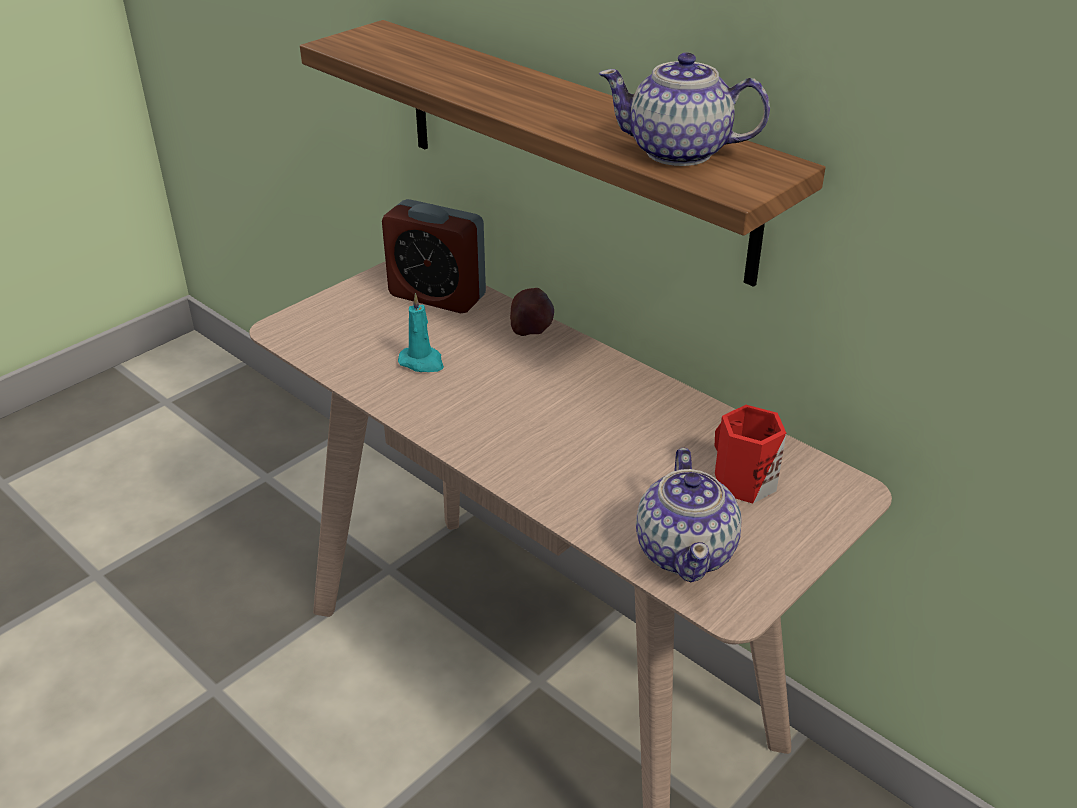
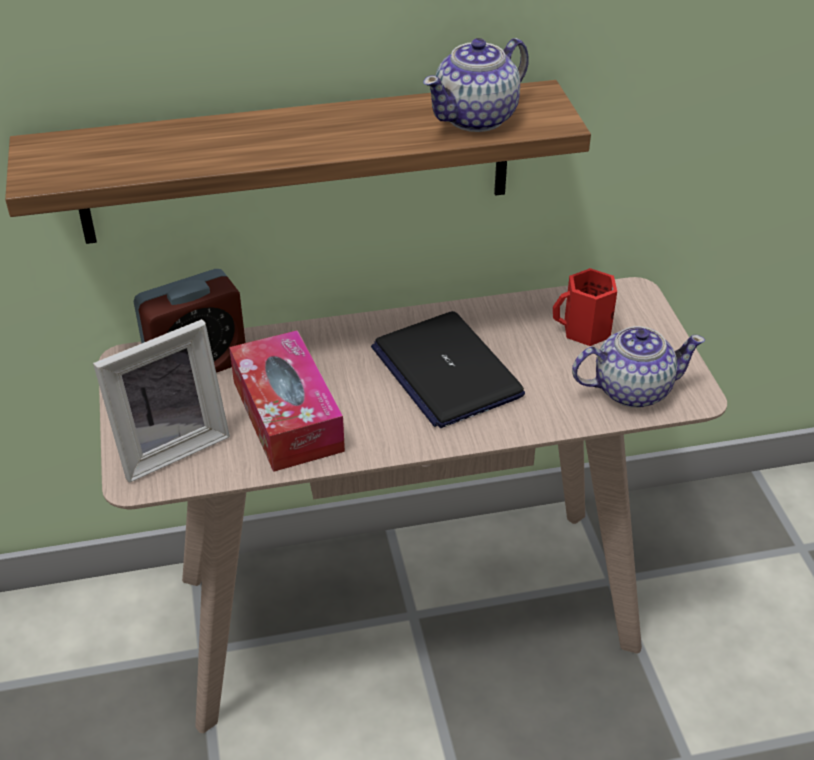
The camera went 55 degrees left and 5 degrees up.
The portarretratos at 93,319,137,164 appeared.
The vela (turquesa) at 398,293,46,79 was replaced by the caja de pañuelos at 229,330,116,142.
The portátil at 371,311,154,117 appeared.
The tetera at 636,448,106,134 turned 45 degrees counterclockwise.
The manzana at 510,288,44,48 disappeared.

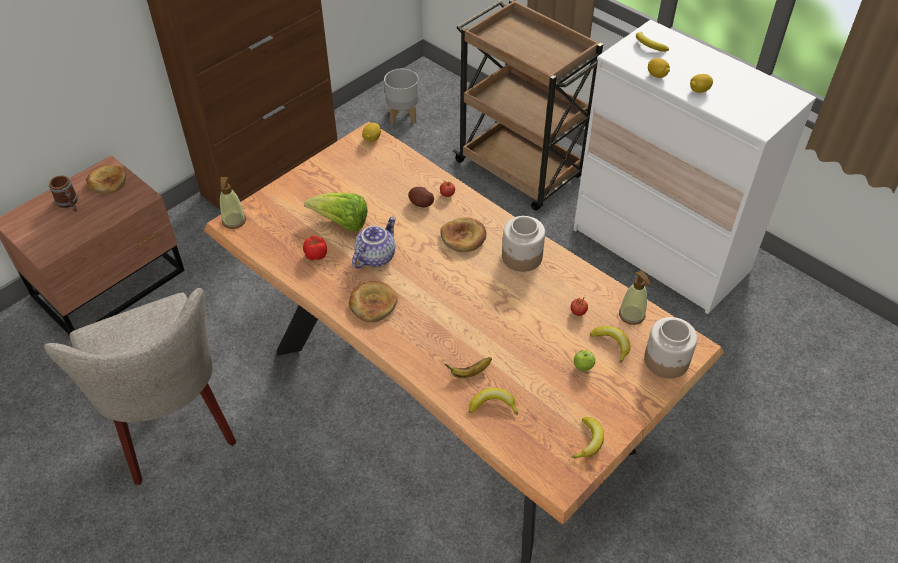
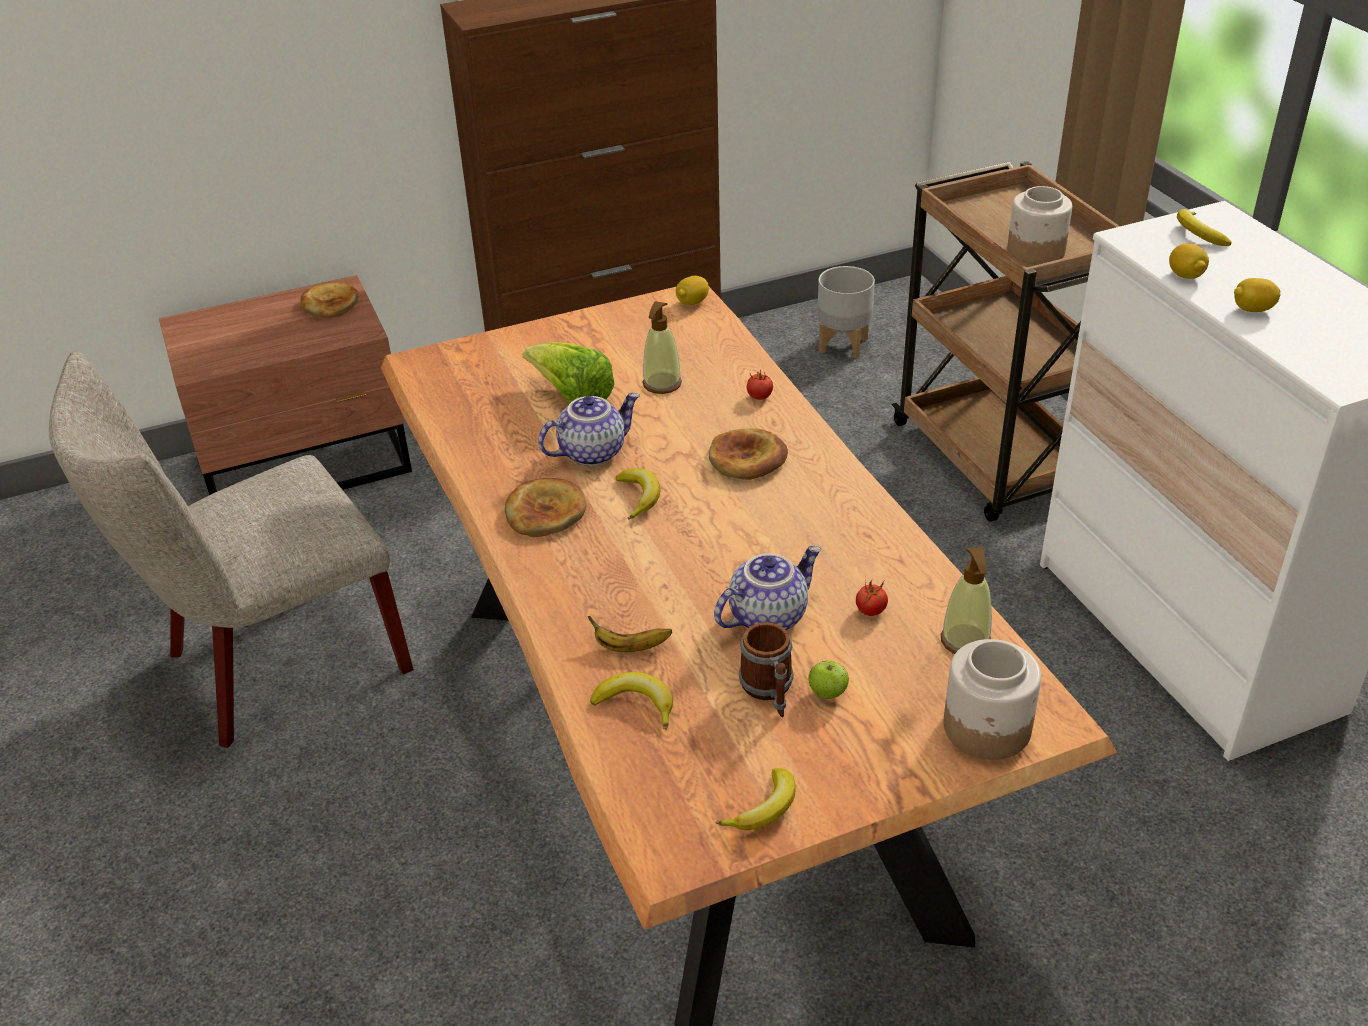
The camera went 25 degrees right and 10 degrees down.
The silla (beis) at 44,288,192,197 turned 60 degrees clockwise.
The plátano moved from 590,326,41,37 to 615,468,45,52.
The dispensador de jabón moved from 220,177,26,52 to 642,301,40,93.
The tetera at 714,546,107,84 appeared.
The taza grande moved from 49,175,29,37 to 739,622,55,95.
The tarro moved from 502,216,43,56 to 1007,186,65,79.
The tomate at 303,235,24,25 disappeared.
The patata at 408,187,26,20 disappeared.

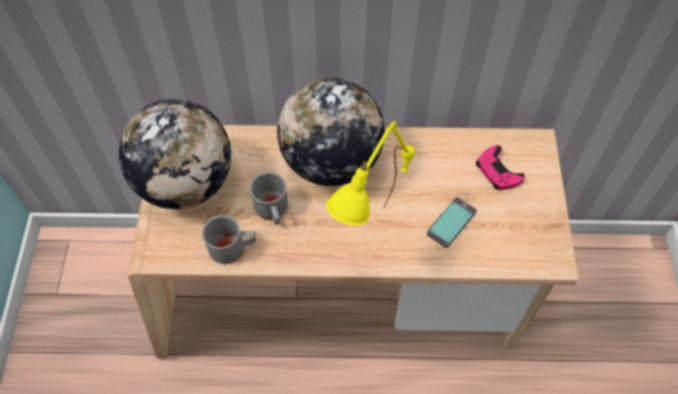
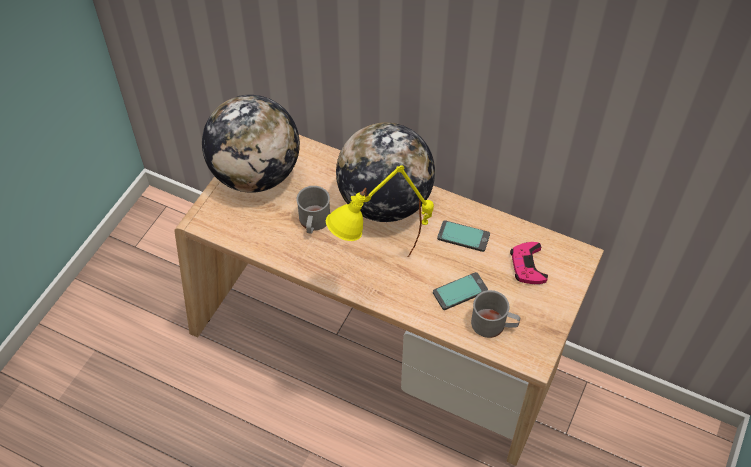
The camera went 25 degrees right and 5 degrees down.
The móvil at 437,220,53,32 appeared.
The taza grande (gris) moved from 202,215,54,49 to 471,290,49,48.

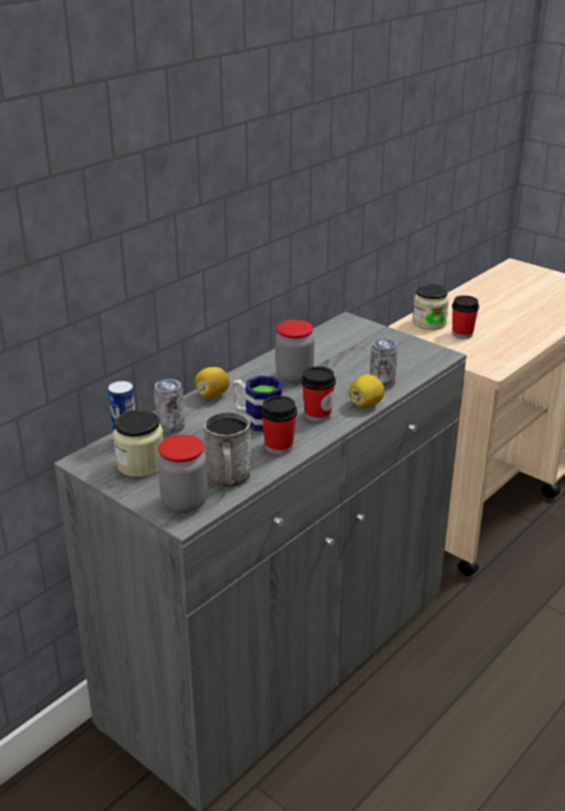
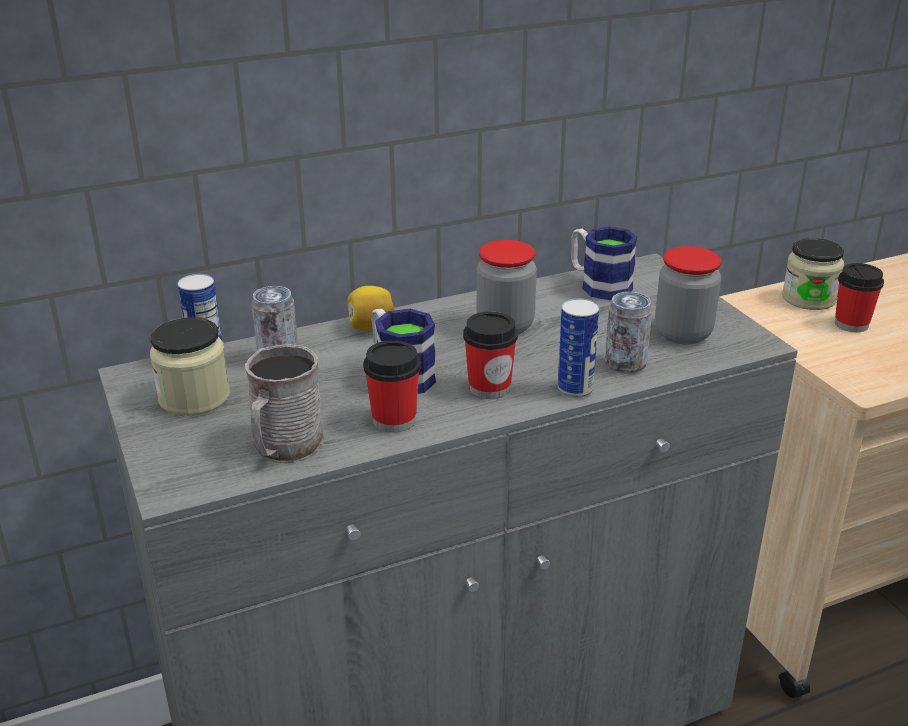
The camera went 25 degrees right and 0 degrees up.
The limón at 349,374,36,34 was replaced by the lata at 557,298,42,100.
The taza grande at 571,226,67,75 appeared.
The tarro moved from 158,435,50,78 to 655,246,66,99.

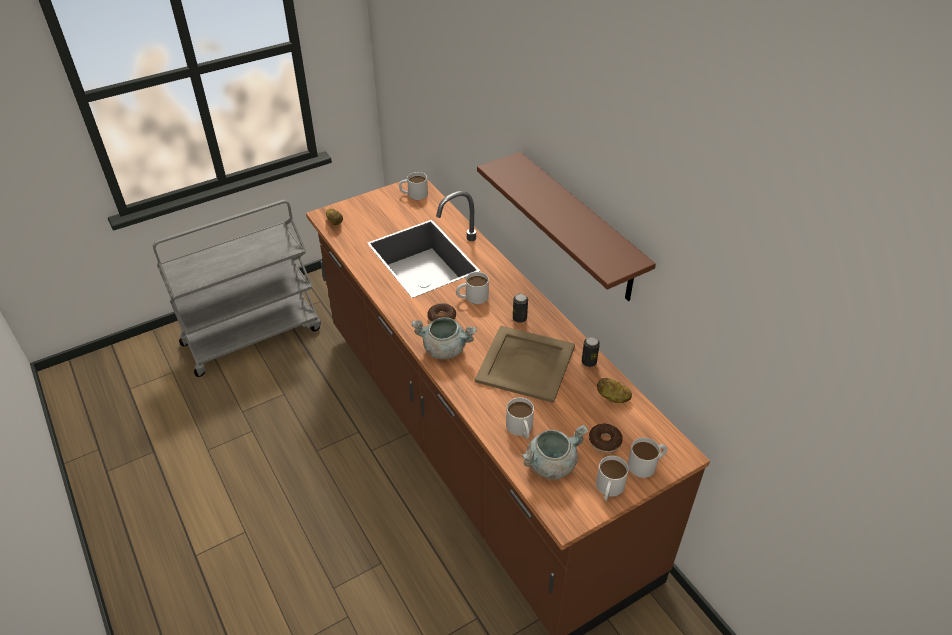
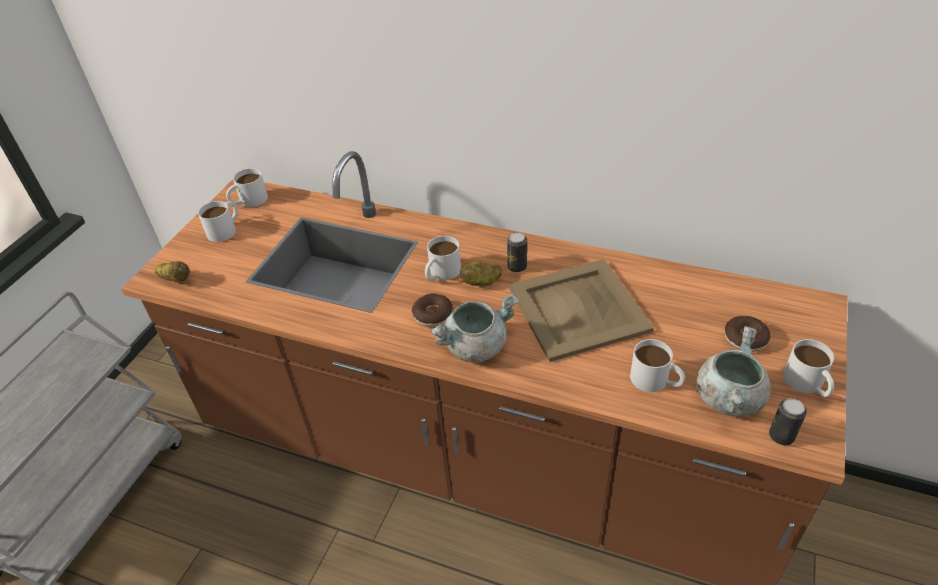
The camera went 35 degrees left and 0 degrees up.
The taza grande (blanco) moved from 628,438,40,40 to 198,201,40,41.
The patata moved from 597,378,35,25 to 460,261,42,25.
The lata moved from 582,337,18,30 to 769,398,38,47.
The estante (marrón) at 477,152,179,149 disappeared.

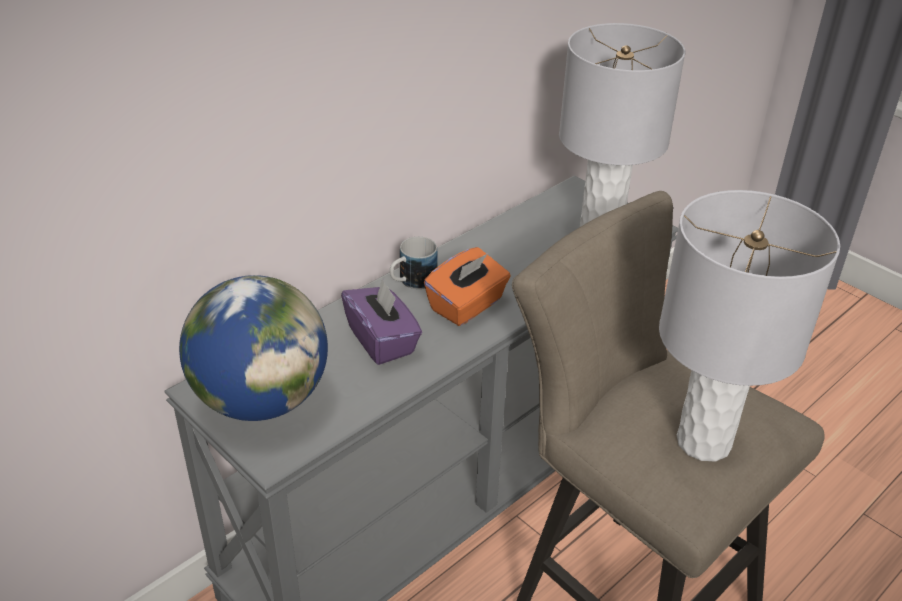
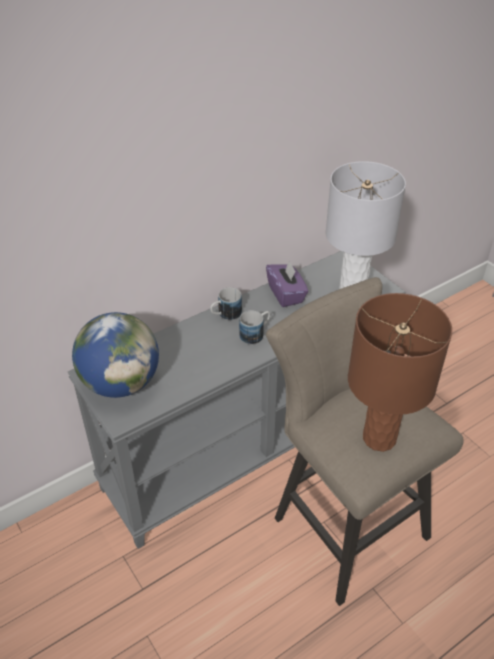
The camera went 10 degrees right and 5 degrees up.
The caja de pañuelos (naranja) at 424,247,87,79 was replaced by the taza grande at 239,310,31,35.
The caja de pañuelos (morado) moved from 341,278,81,87 to 266,260,42,47.
The lámpara de mesa (gris) at 659,190,181,272 became the lámpara de mesa (marrón) at 348,293,104,159.

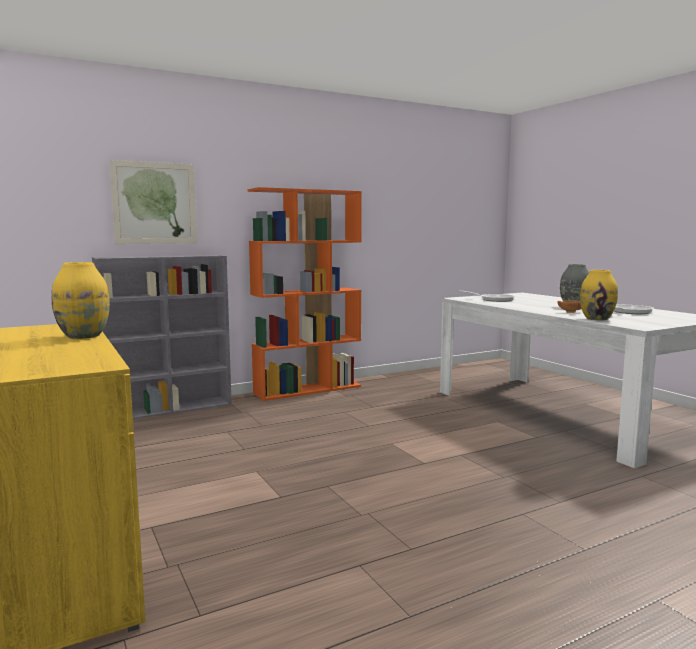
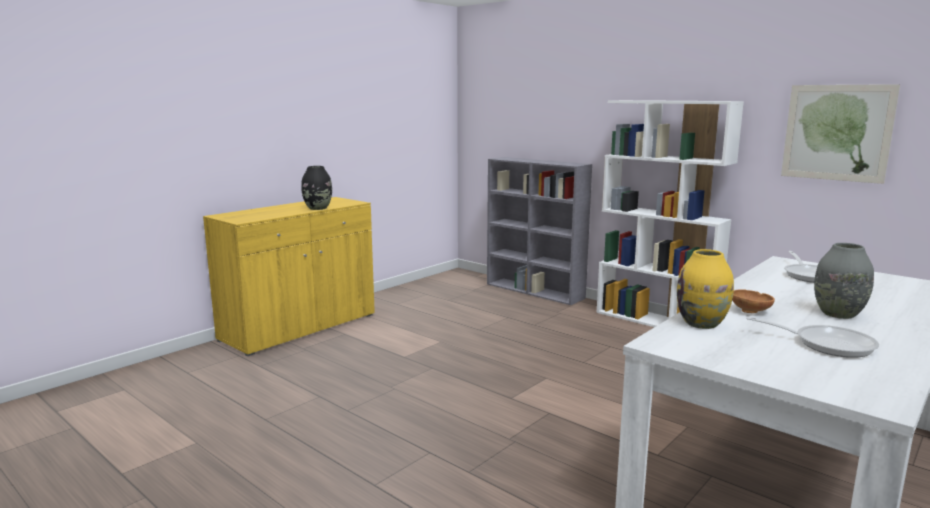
The camera went 70 degrees right and 5 degrees up.
The florero (amarillo) at 52,262,58,77 became the florero (negro) at 301,166,31,44.
The estantería (naranja) at 247,187,115,214 became the estantería (blanco) at 596,100,148,227.
The cuadro moved from 110,160,87,84 to 781,84,119,100.

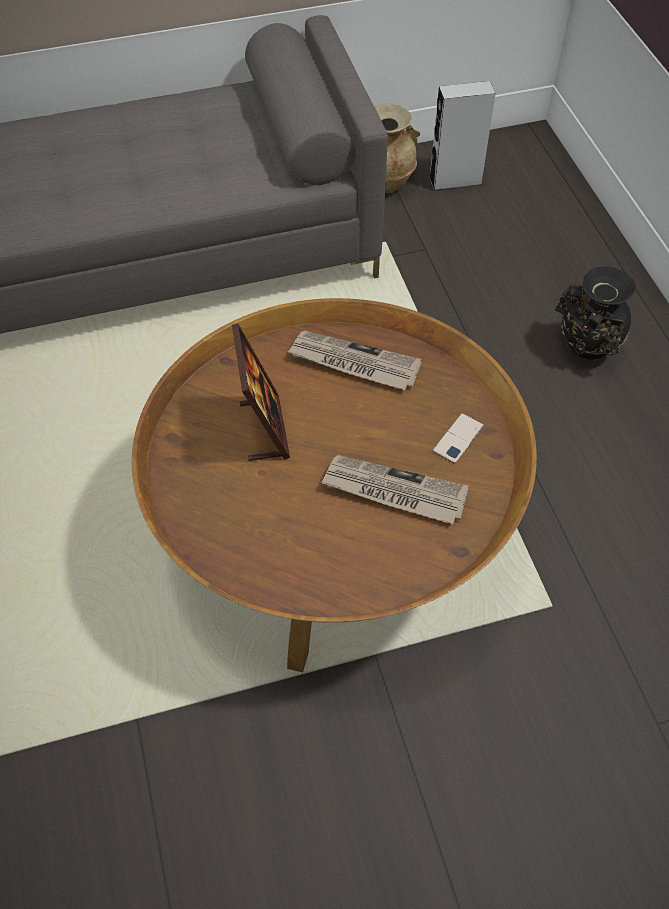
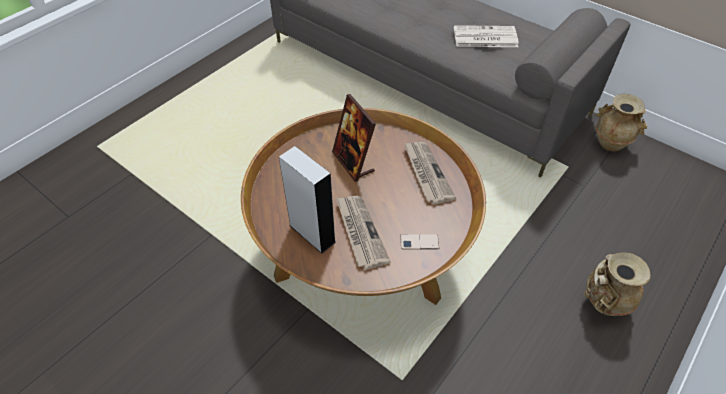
The camera went 55 degrees right and 5 degrees down.
The altavoz (gris) moved from 429,81,67,110 to 279,146,57,108.
The portarretratos at 232,323,58,138 turned 105 degrees clockwise.
The periódico at 454,25,65,22 appeared.
The florero (negro) at 555,267,81,92 became the florero (beis) at 584,252,67,64.

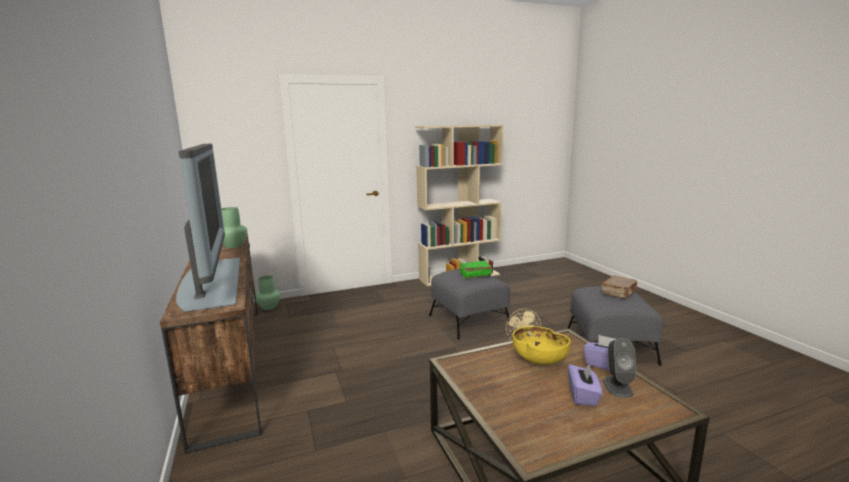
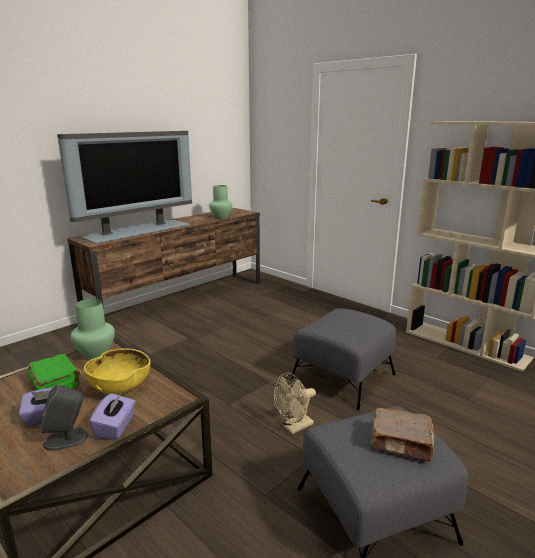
The camera went 65 degrees right and 5 degrees up.
The libro (verde) moved from 459,261,33,18 to 27,354,53,36.
The florero (verde) moved from 255,275,25,35 to 71,299,44,60.

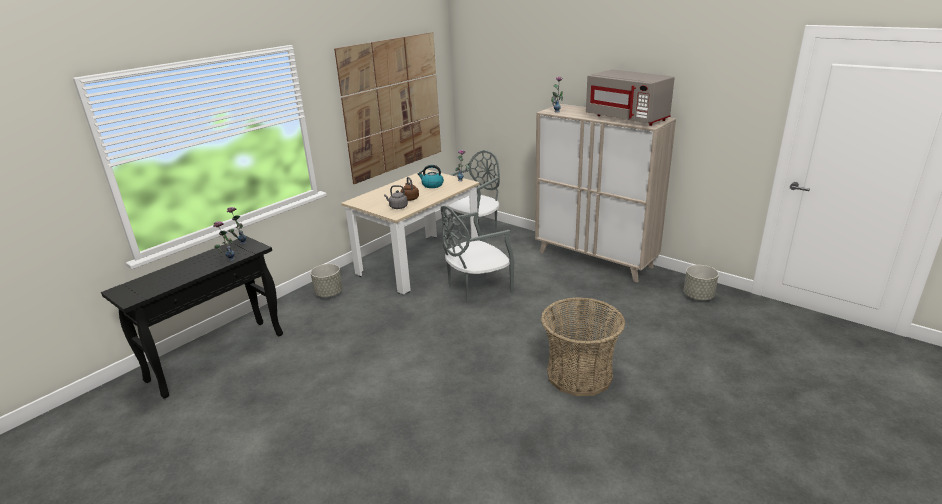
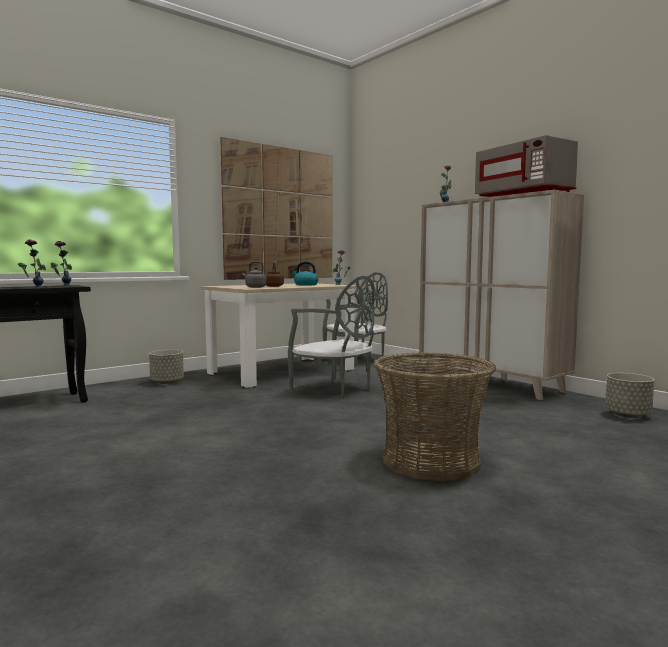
The camera went 10 degrees right and 20 degrees down.
The silla (gris) at 441,206,73,96 turned 120 degrees counterclockwise.

